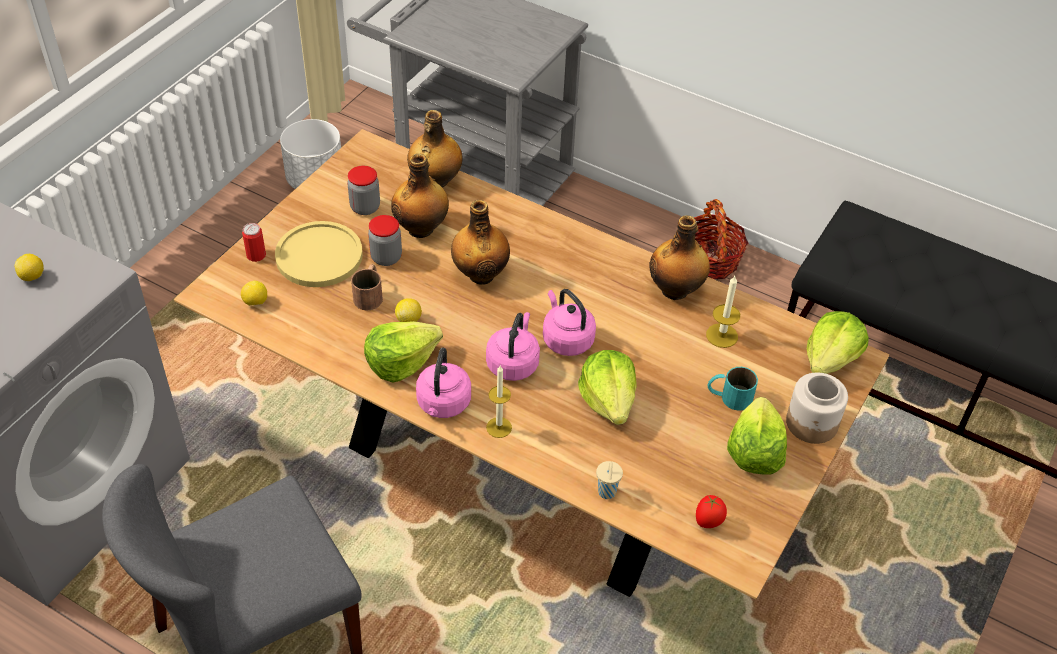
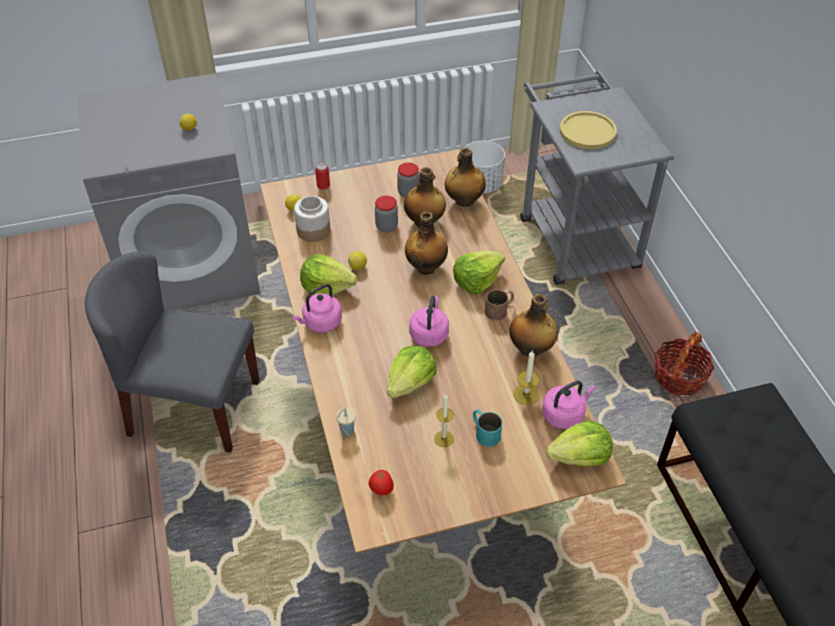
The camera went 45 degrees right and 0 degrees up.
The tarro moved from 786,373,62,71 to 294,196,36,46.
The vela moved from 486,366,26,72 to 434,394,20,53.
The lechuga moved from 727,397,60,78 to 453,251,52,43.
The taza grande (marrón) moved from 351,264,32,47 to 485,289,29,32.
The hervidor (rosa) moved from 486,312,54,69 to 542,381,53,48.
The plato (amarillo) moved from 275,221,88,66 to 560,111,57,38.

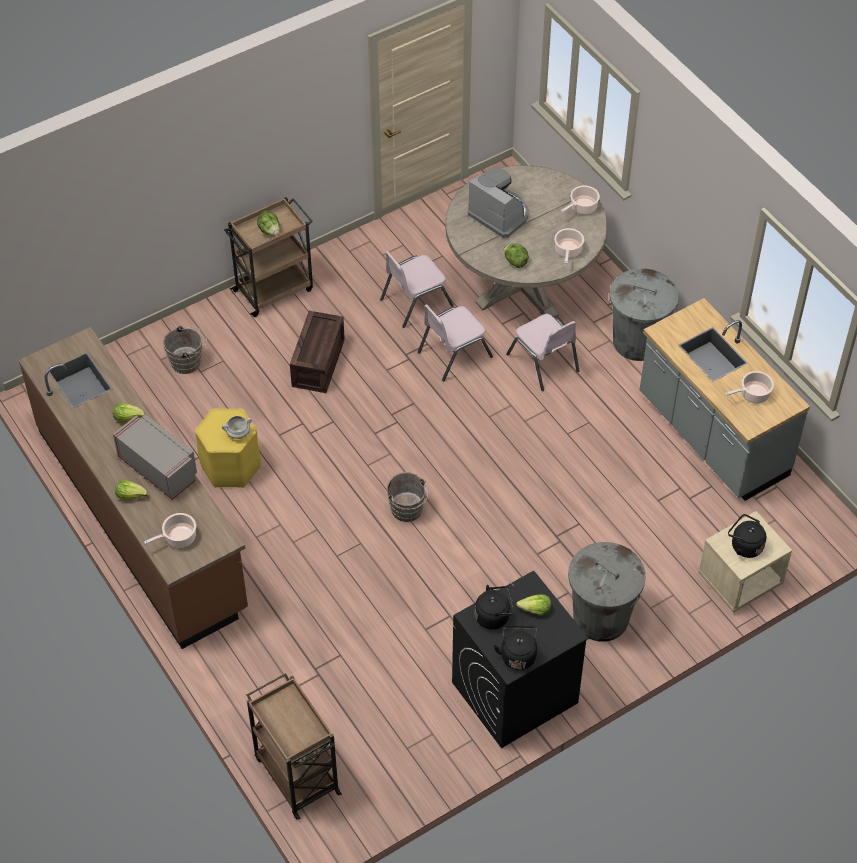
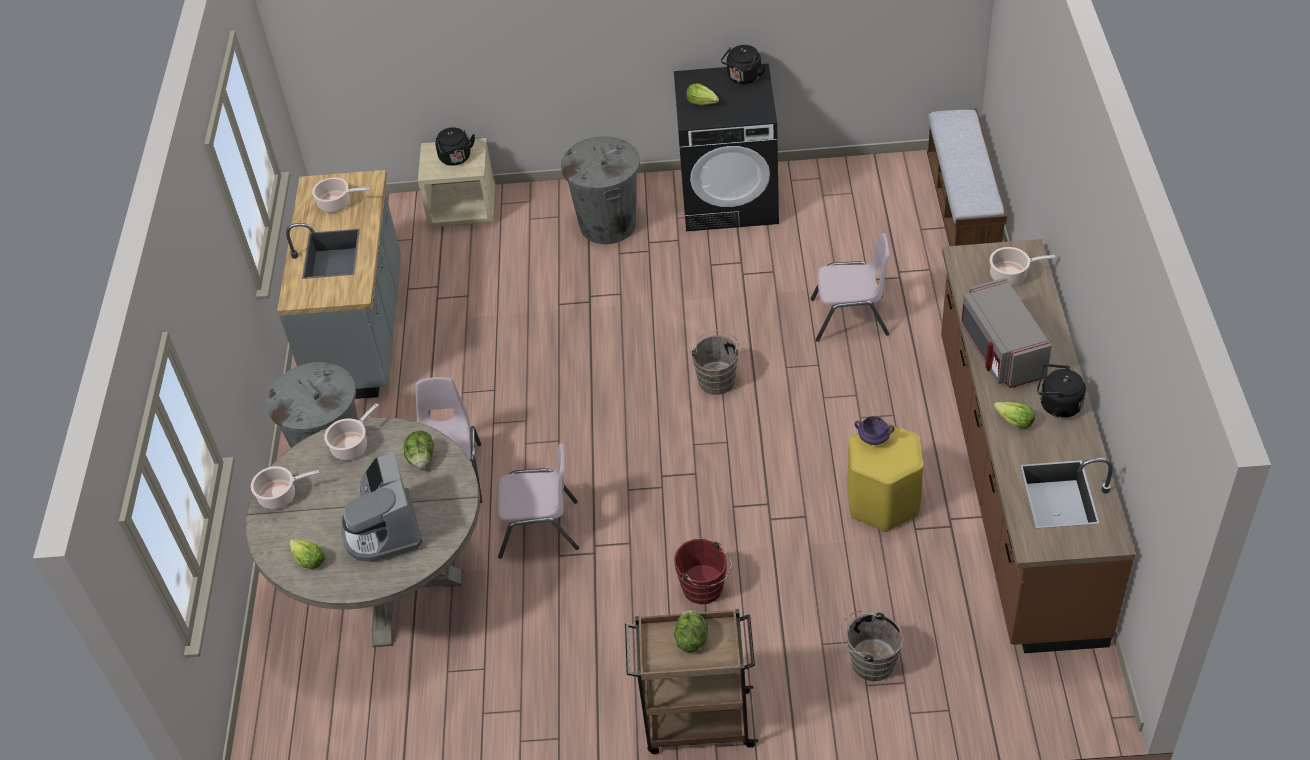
The camera went 145 degrees left and 5 degrees down.
The lechuga moved from 115,480,33,20 to 289,539,36,30.
The caja de embalaje at 290,311,55,82 was replaced by the cubo (rojo) at 674,539,58,65.
The silla (rosa) moved from 380,251,74,77 to 811,233,78,109.
The olla (blanco) at 222,416,30,23 became the olla (morado) at 854,416,41,29.
The carrito (marrón) at 247,673,95,147 was replaced by the banco at 927,108,80,138.
The hervidor (negro) moved from 475,585,40,45 to 1037,364,49,54.

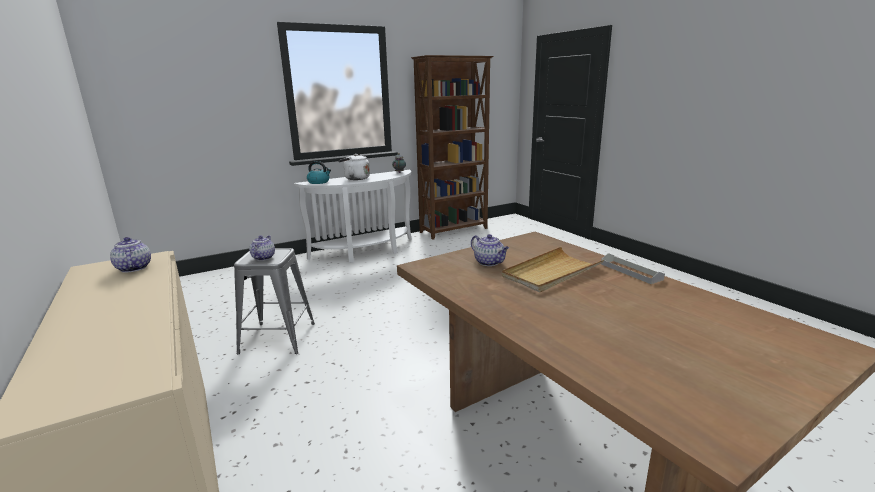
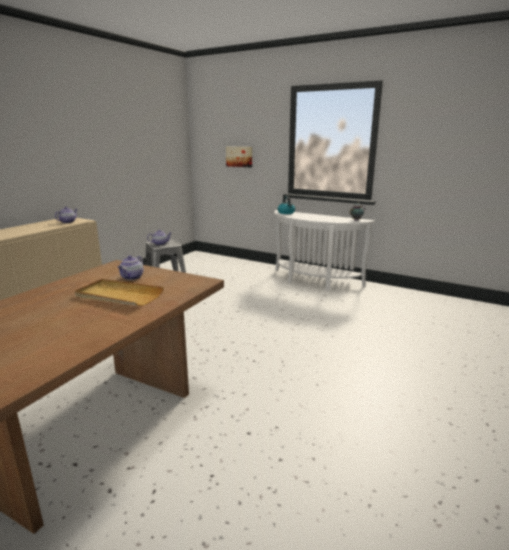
The camera went 60 degrees right and 0 degrees up.
The cuadro at 226,146,26,21 appeared.
The hervidor (blanco) at 338,154,32,26 disappeared.
The estantería (marrón) at 411,55,83,185 disappeared.
The bandeja (gris) at 601,253,64,31 disappeared.

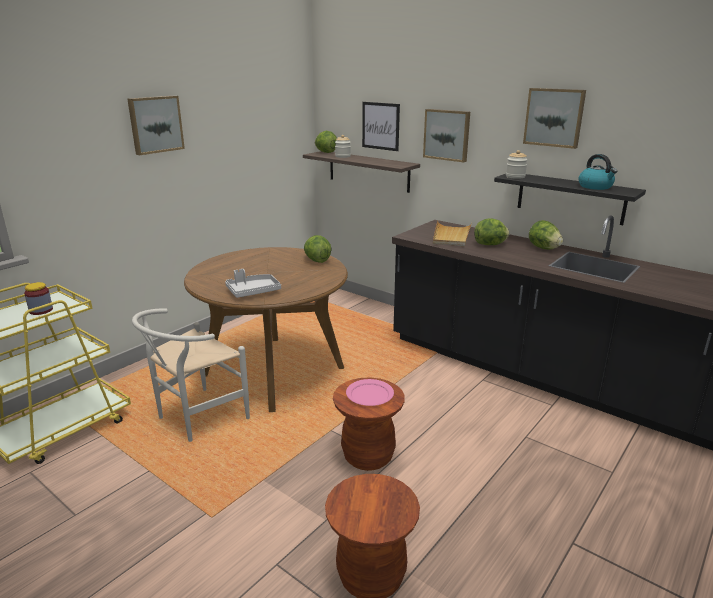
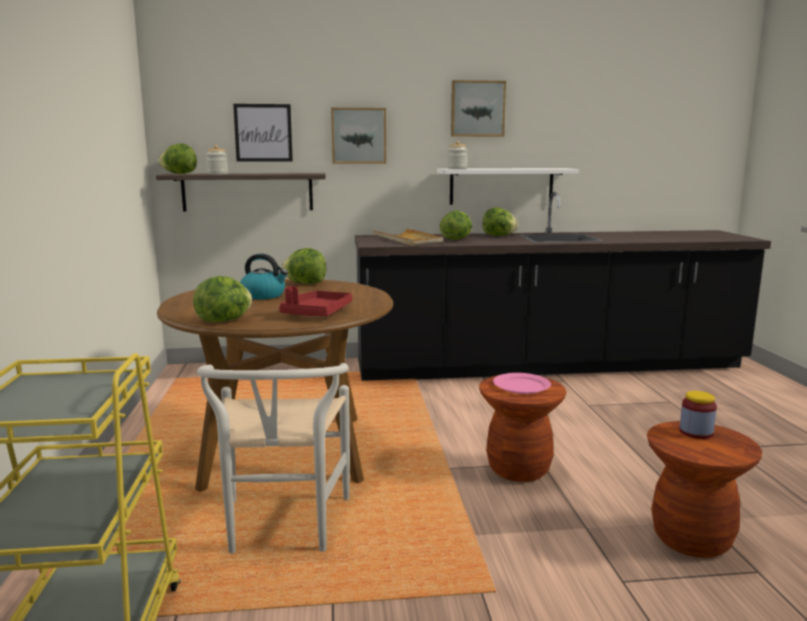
The camera went 45 degrees left and 10 degrees down.
The lechuga at 193,276,59,46 appeared.
The hervidor moved from 579,154,39,36 to 240,254,48,45.
The bandeja (gris) at 225,269,56,29 became the bandeja (rojo) at 279,286,73,30.
The estante (negro) at 494,174,152,51 became the estante (blanco) at 437,168,142,37.
The tarro moved from 24,282,29,33 to 679,391,38,48.
The cuadro at 127,95,58,60 disappeared.

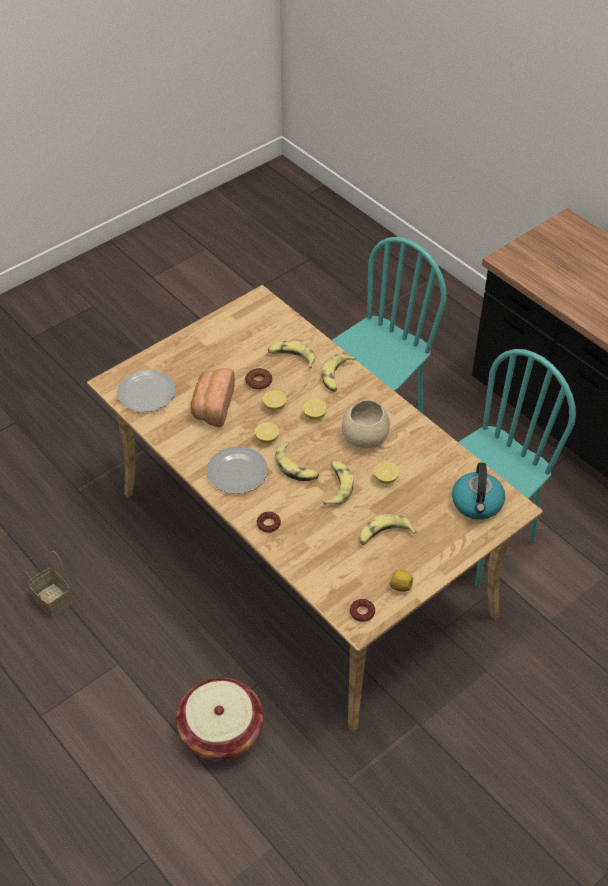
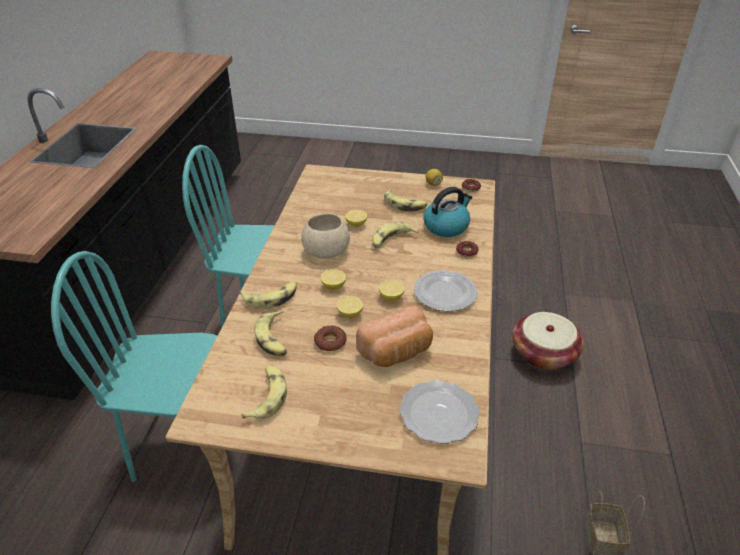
The camera went 130 degrees left and 10 degrees down.
The plátano moved from 275,442,44,39 to 241,365,46,54.
The hervidor moved from 452,463,53,57 to 423,187,49,50.

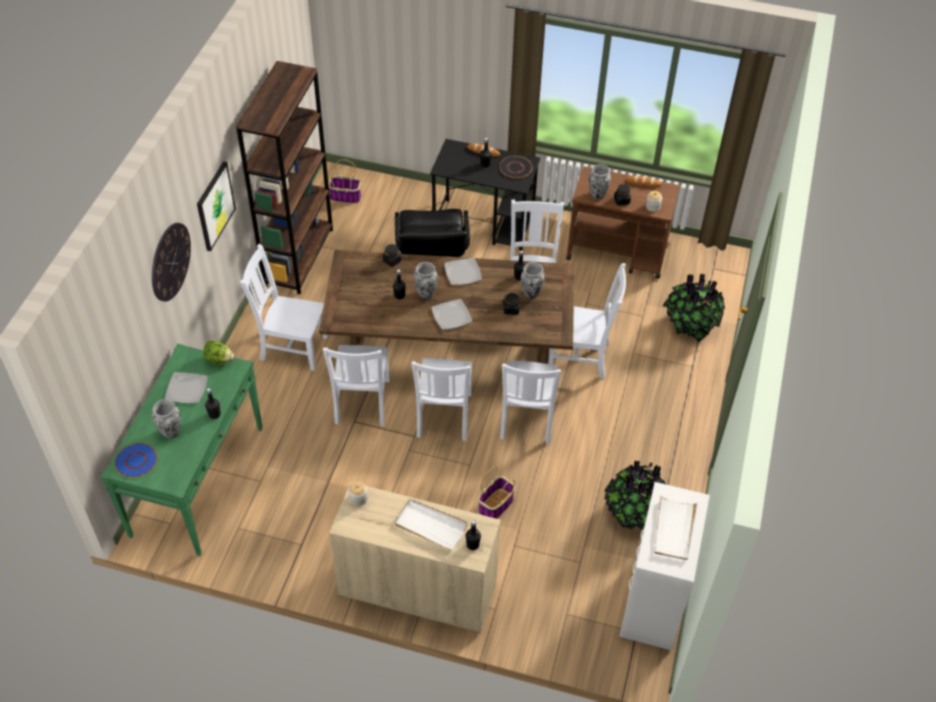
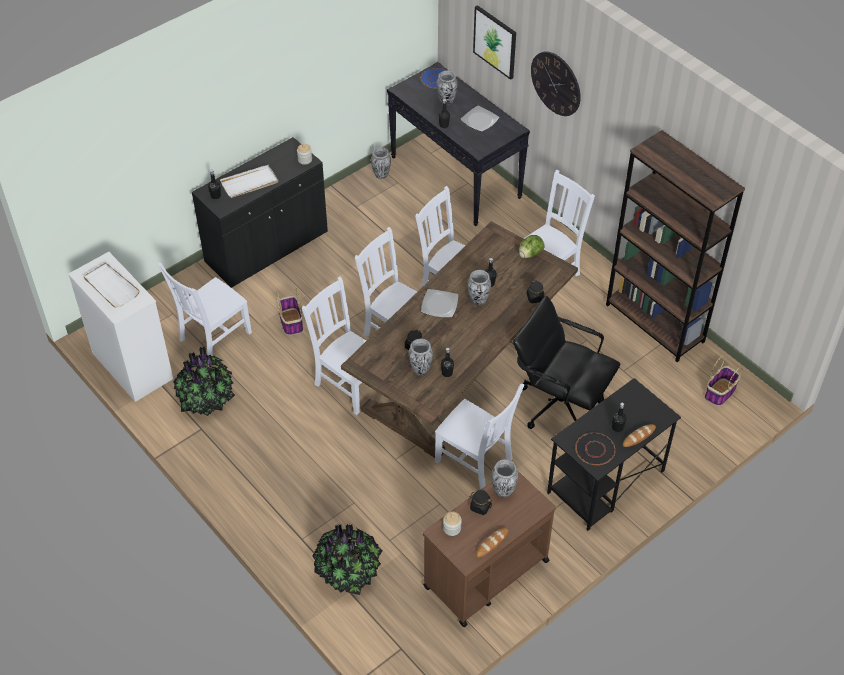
The camera went 125 degrees right and 0 degrees up.
The silla (blanco) moved from 548,263,78,116 to 157,263,95,93.
The armario (beis) at 330,482,171,151 became the armario (negro) at 192,137,136,151.
The florero at 371,147,20,32 appeared.
The mesa consola (verde) at 101,344,162,212 became the mesa consola (negro) at 387,62,143,164.
The cuadro moved from 197,161,39,90 to 473,5,43,75.
The lechuga moved from 203,341,31,24 to 519,235,26,23.
The plato at 444,258,38,27 disappeared.

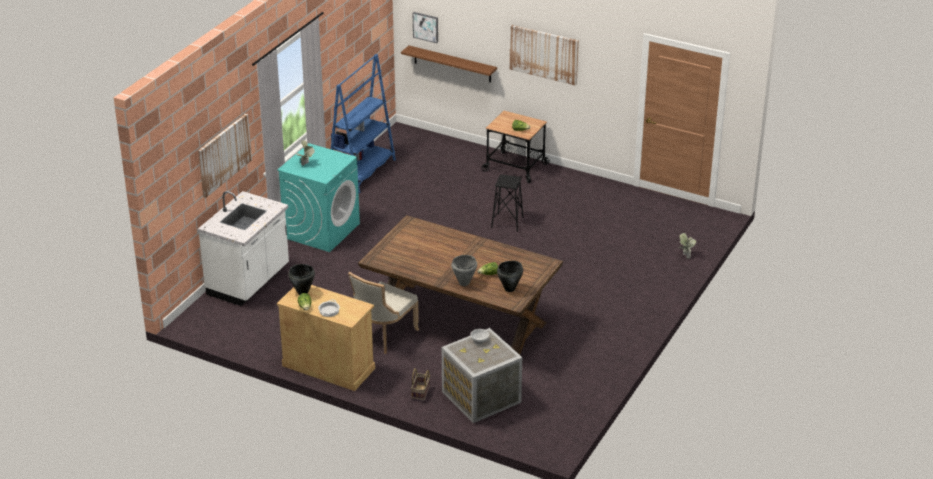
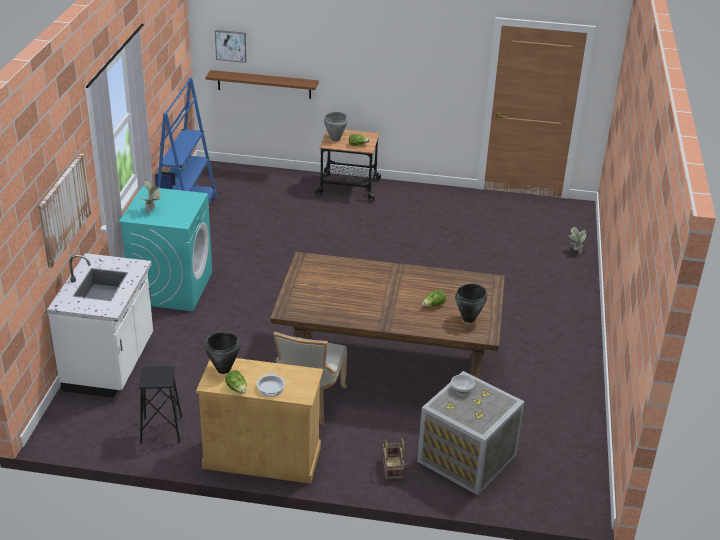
The camera went 20 degrees left and 0 degrees up.
The taburete (negro) moved from 491,174,32,58 to 139,366,43,78.
The olla (gris) moved from 451,255,26,31 to 324,112,24,30.
The cuadro at 510,25,69,61 disappeared.

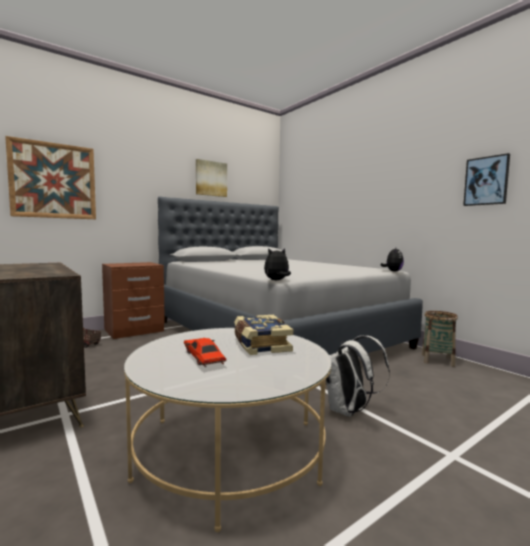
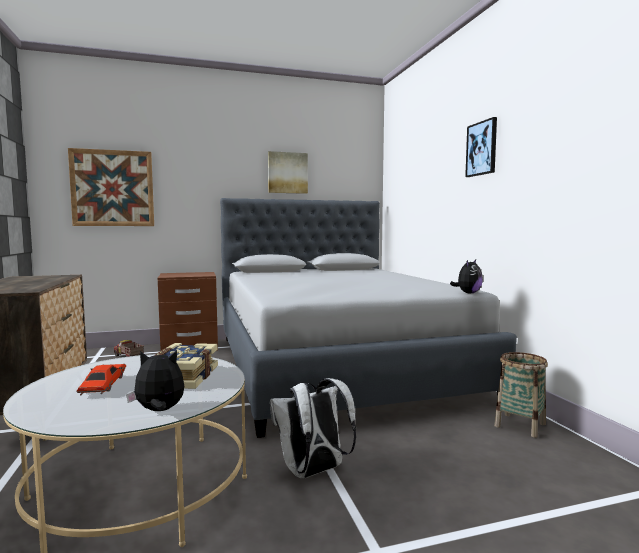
The camera went 20 degrees right and 0 degrees up.
The peluche moved from 264,248,27,33 to 126,350,58,61.
The cuadro moved from 463,153,47,53 to 465,117,32,60.

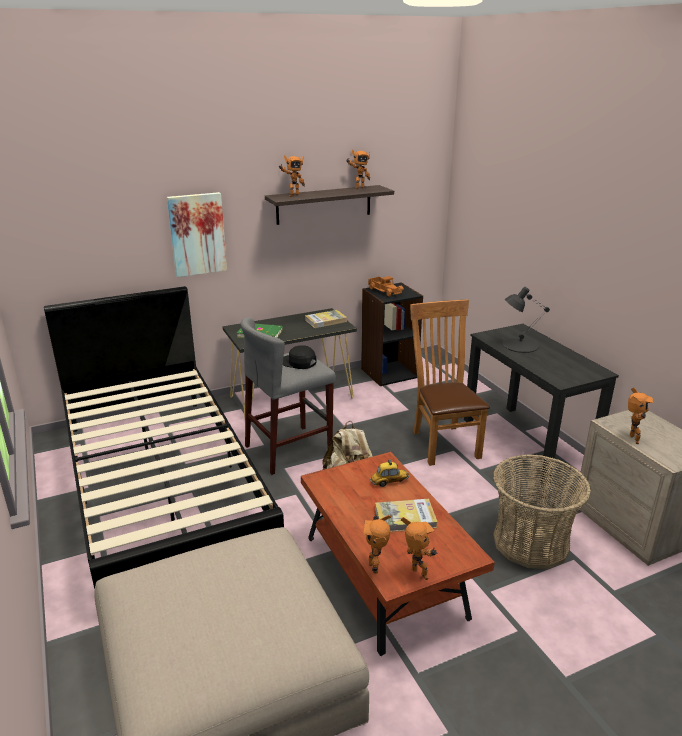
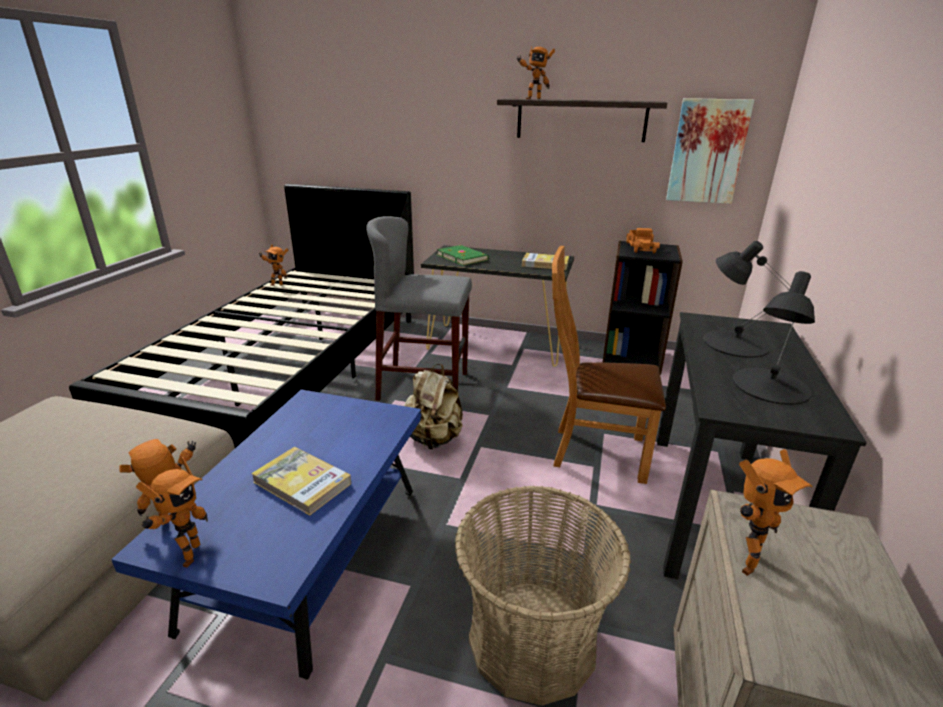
The camera went 40 degrees right and 0 degrees up.
The mesa de centro (marrón) at 301,452,194,204 became the mesa de centro (azul) at 111,390,310,290.
The robot de juguete moved from 346,150,24,39 to 258,244,31,42.
The silla (marrón) at 410,300,80,166 turned 105 degrees counterclockwise.
The cuadro moved from 167,192,60,85 to 666,98,88,106.
The lámpara de mesa (negro) at 732,271,83,134 appeared.
The gorra (negro) at 283,345,34,24 disappeared.
The coche de juguete at 370,458,39,29 disappeared.

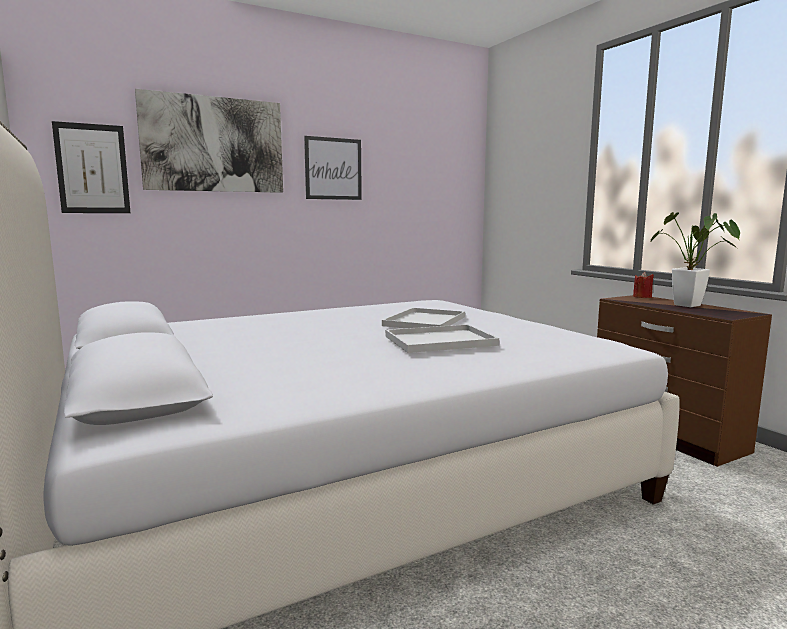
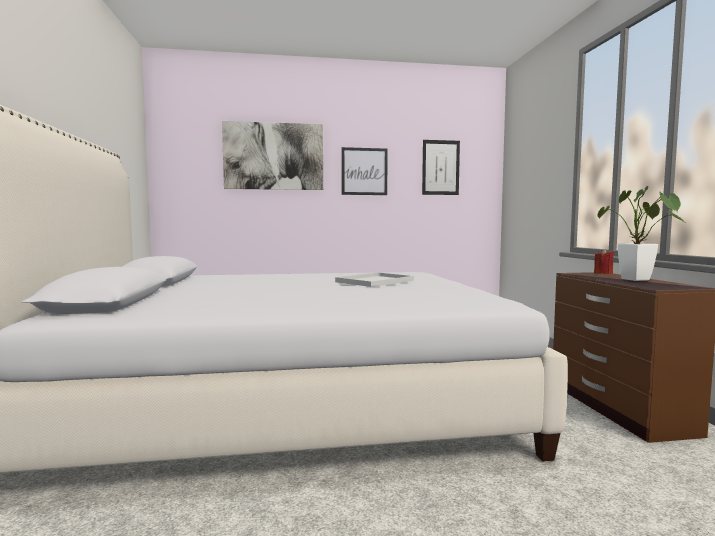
The camera went 20 degrees right and 5 degrees down.
The cuadro moved from 52,121,78,92 to 422,140,38,55.
The bandeja (blanco) at 385,324,114,29 disappeared.

